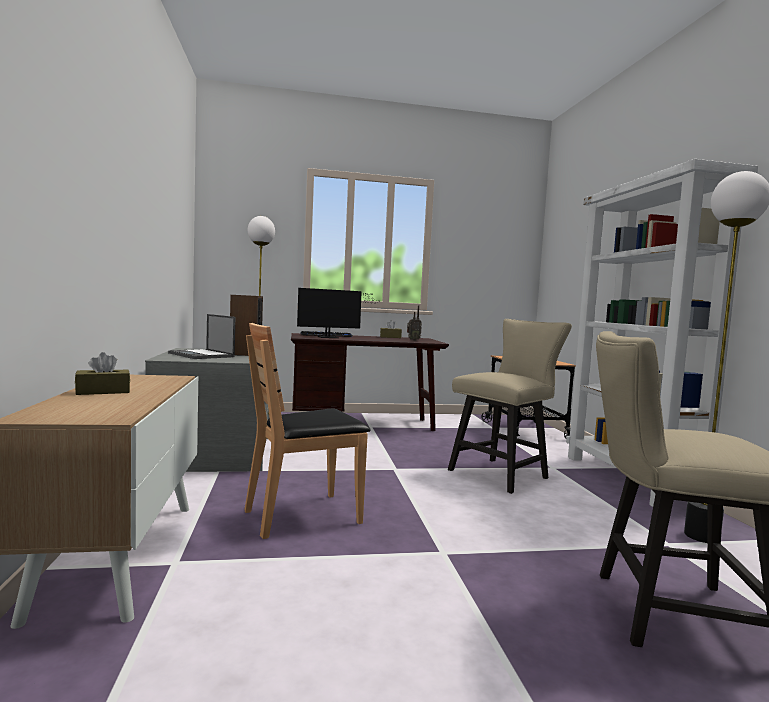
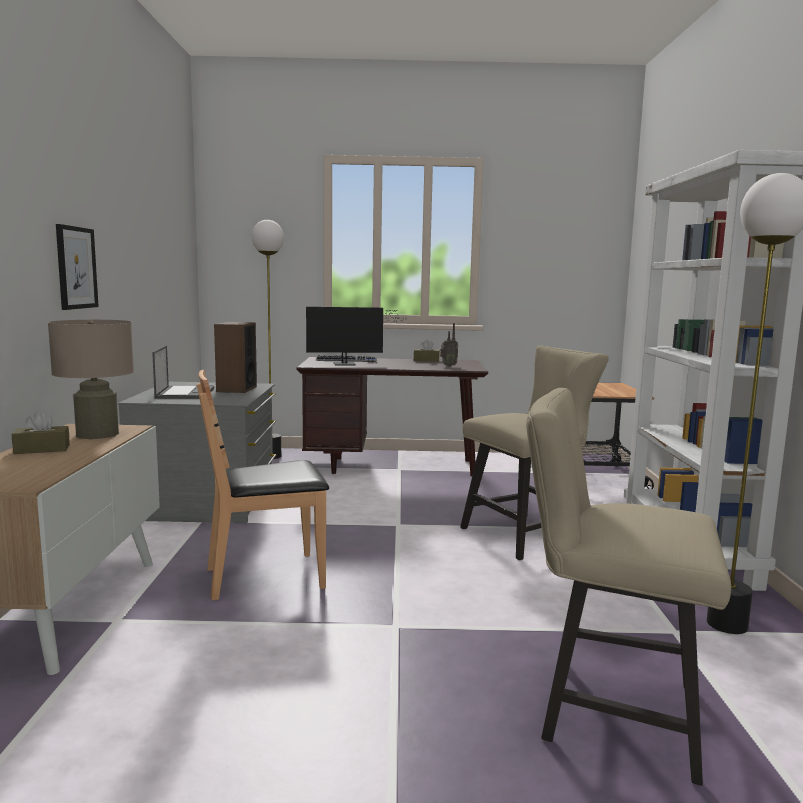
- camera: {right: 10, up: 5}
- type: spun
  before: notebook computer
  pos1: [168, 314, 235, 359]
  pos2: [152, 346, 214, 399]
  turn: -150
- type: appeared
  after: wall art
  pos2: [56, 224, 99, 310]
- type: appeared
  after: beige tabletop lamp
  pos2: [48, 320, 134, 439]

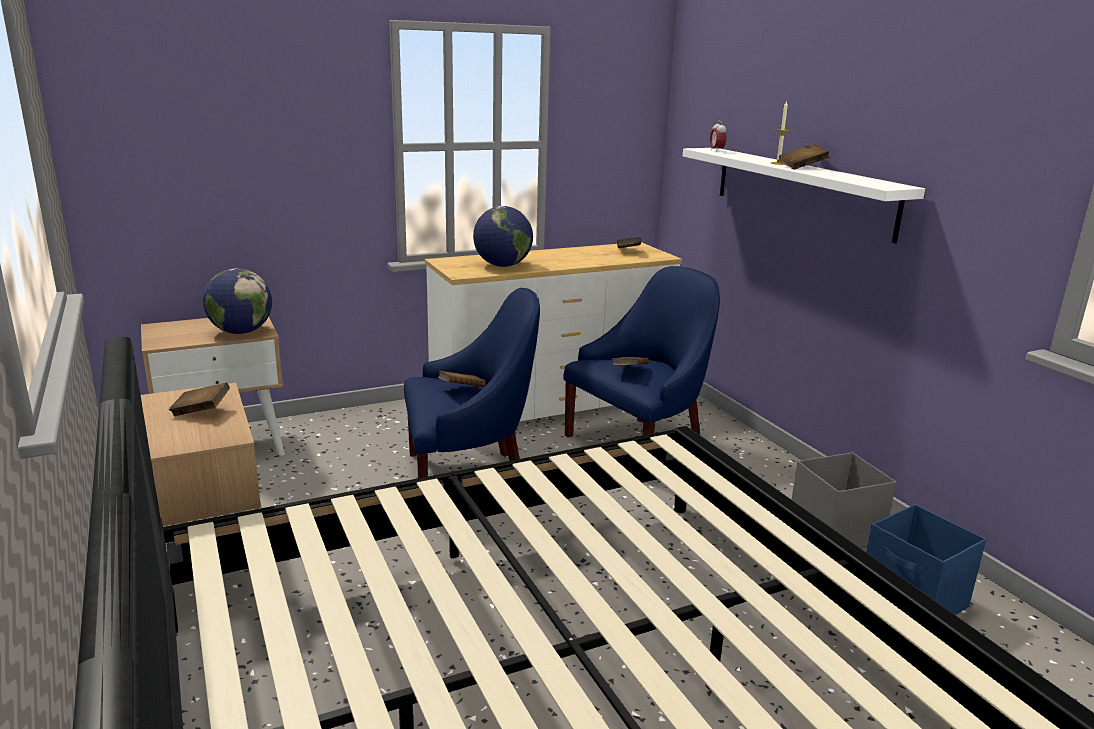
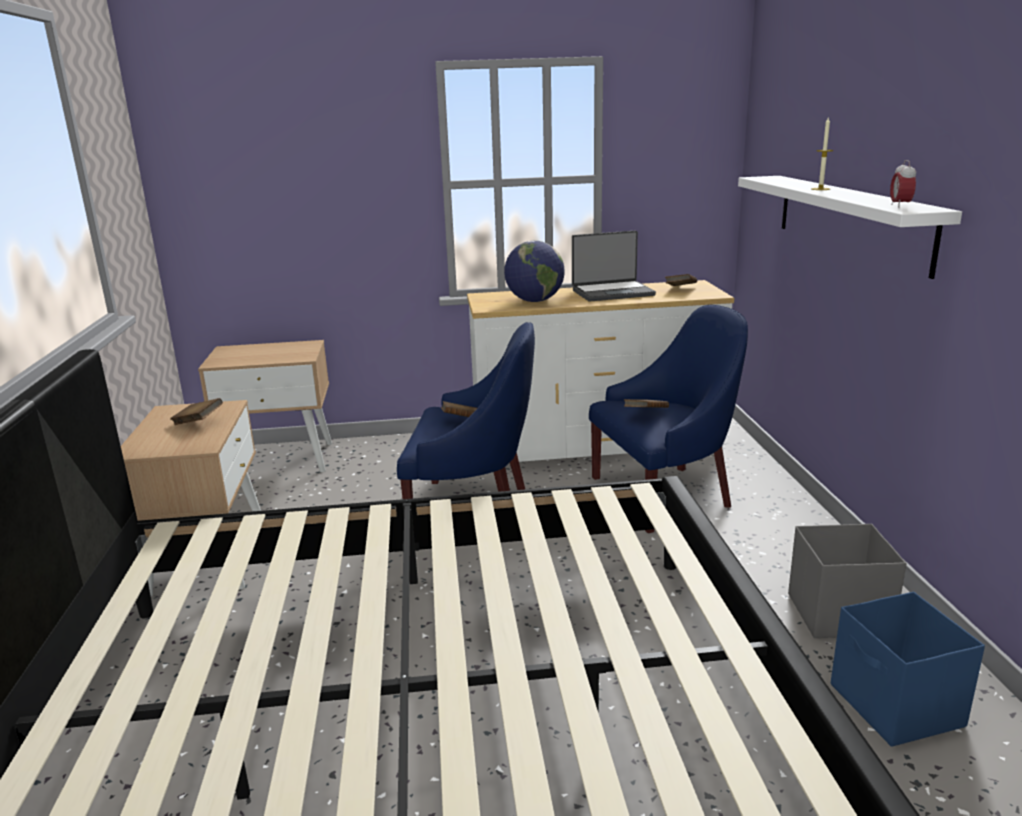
- camera: {right: 20, up: 0}
- type: relocated
  before: table clock
  pos1: [710, 121, 726, 152]
  pos2: [890, 160, 916, 207]
- type: missing
  before: brown-coloured volume
  pos1: [779, 144, 830, 169]
- type: missing
  before: globe
  pos1: [203, 268, 272, 334]
- type: appeared
  after: notebook computer
  pos2: [572, 231, 656, 301]

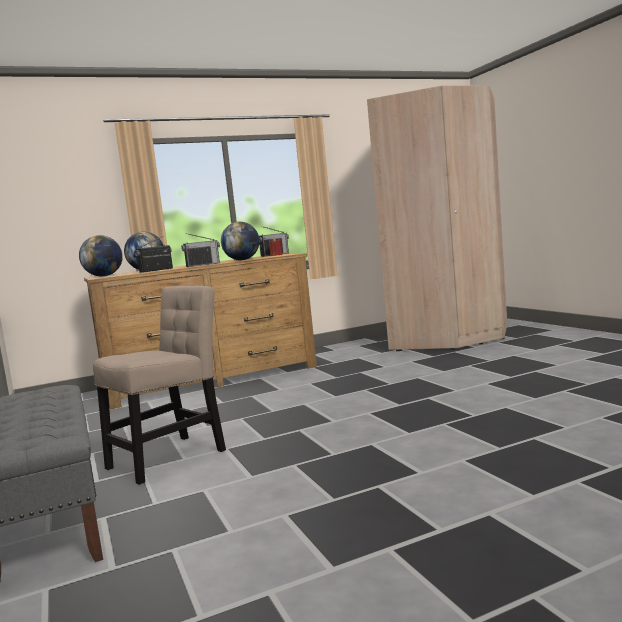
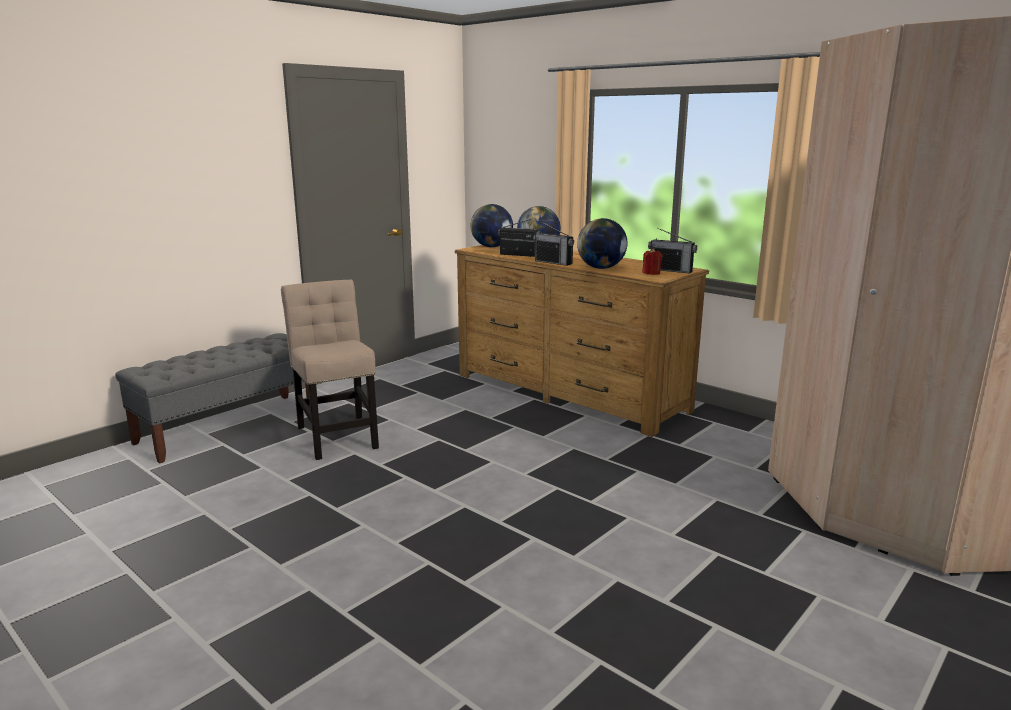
- camera: {right: 65, up: 10}
- type: spun
  before: beige plain chair
  pos1: [93, 286, 226, 485]
  pos2: [281, 280, 379, 460]
  turn: -135

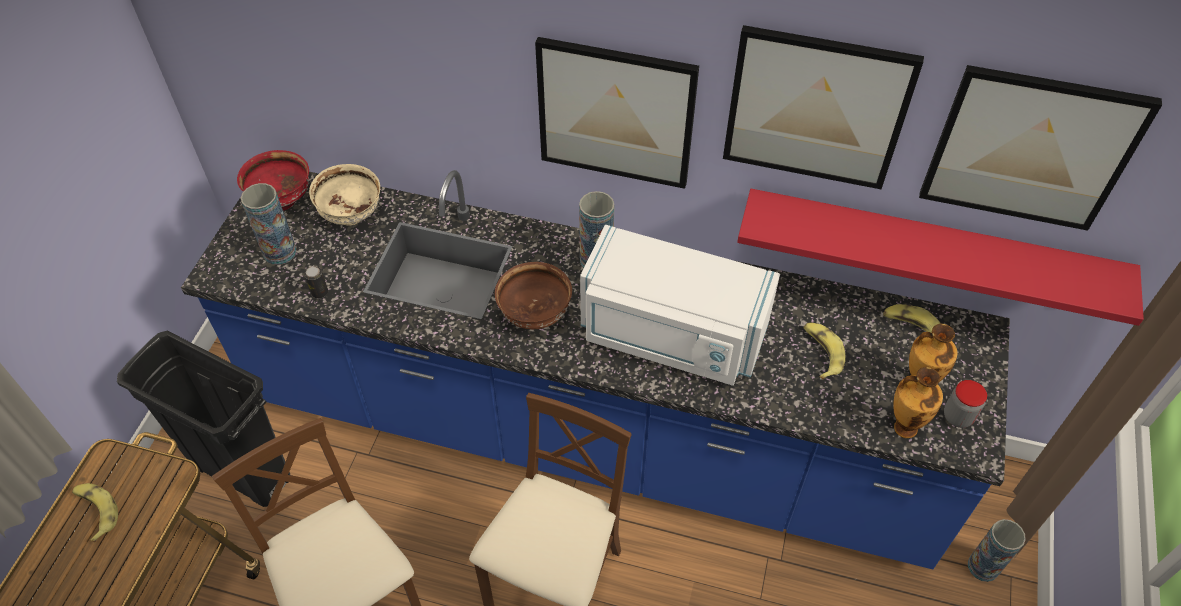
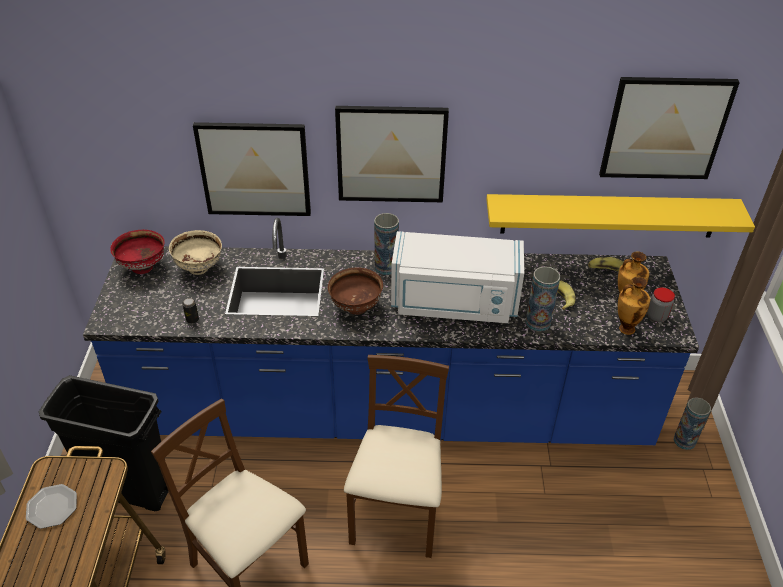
- camera: {right: -15, up: -10}
- type: relocated
  before: wall art
  pos1: [723, 25, 924, 189]
  pos2: [193, 122, 311, 216]
- type: relocated
  before: flower vase
  pos1: [241, 183, 297, 265]
  pos2: [525, 266, 560, 332]
- type: colour
  before: reddish bracket shelf
  after: yellow-coloured bracket shelf
  pos1: [737, 189, 1144, 326]
  pos2: [486, 194, 755, 238]
- type: exchanged
  before: banana fruit
  after: plate
  pos1: [72, 483, 118, 542]
  pos2: [26, 484, 77, 529]

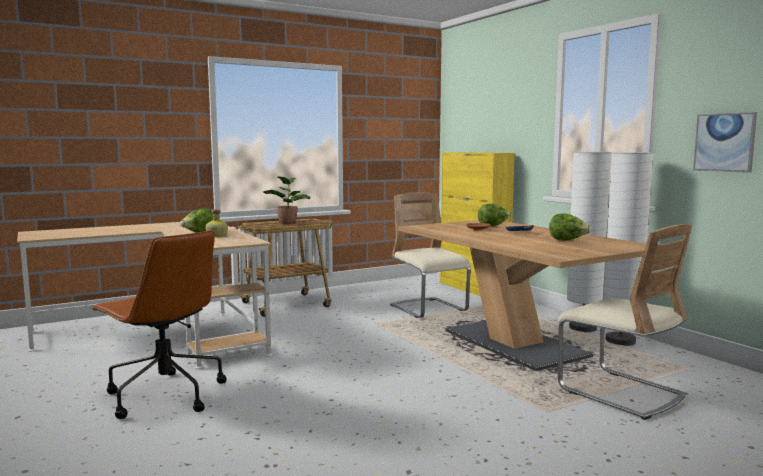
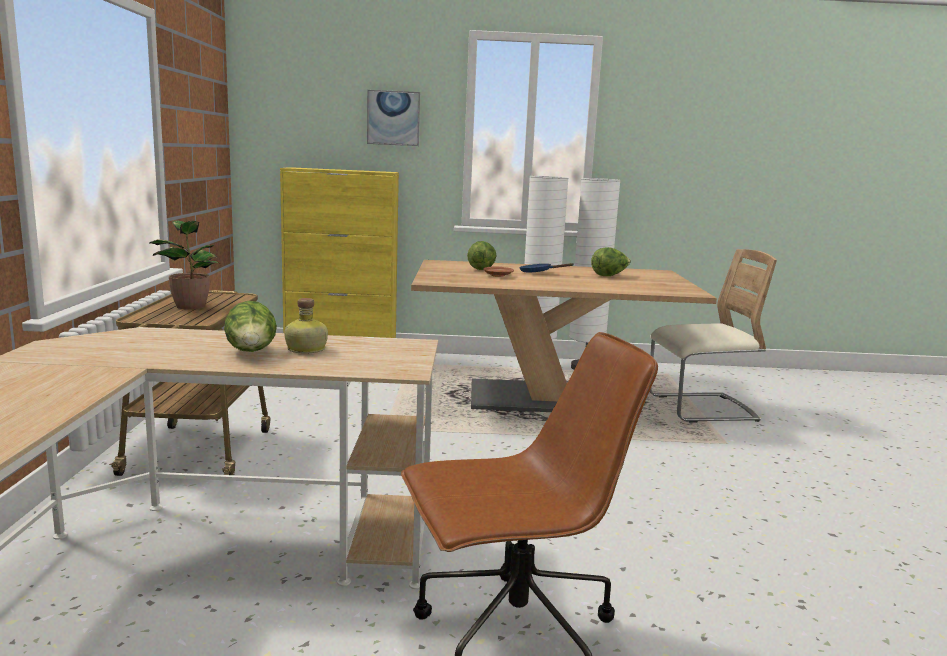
- camera: {right: -60, up: 5}
- type: relocated
  before: wall art
  pos1: [693, 112, 757, 173]
  pos2: [367, 90, 420, 146]
- type: missing
  before: beige plain chair
  pos1: [390, 192, 471, 318]

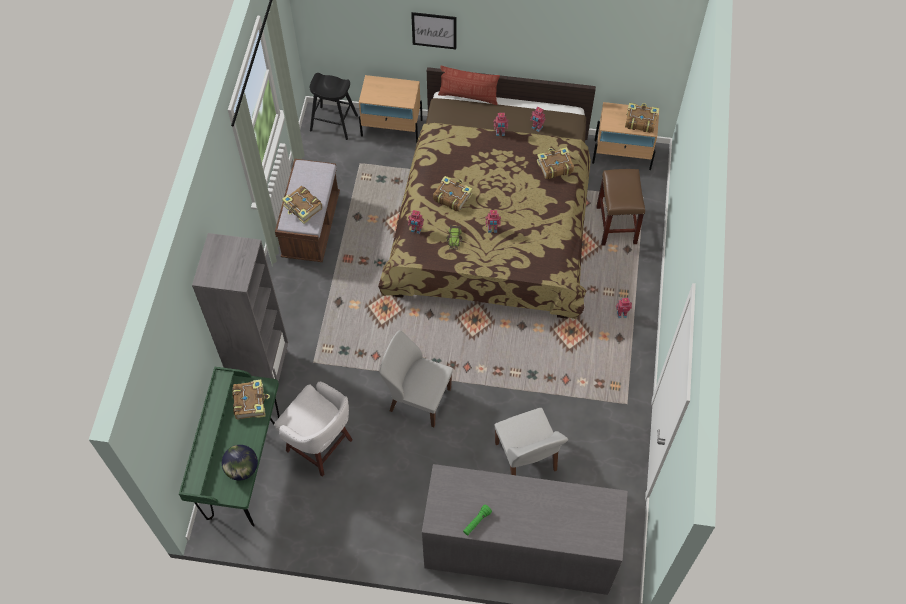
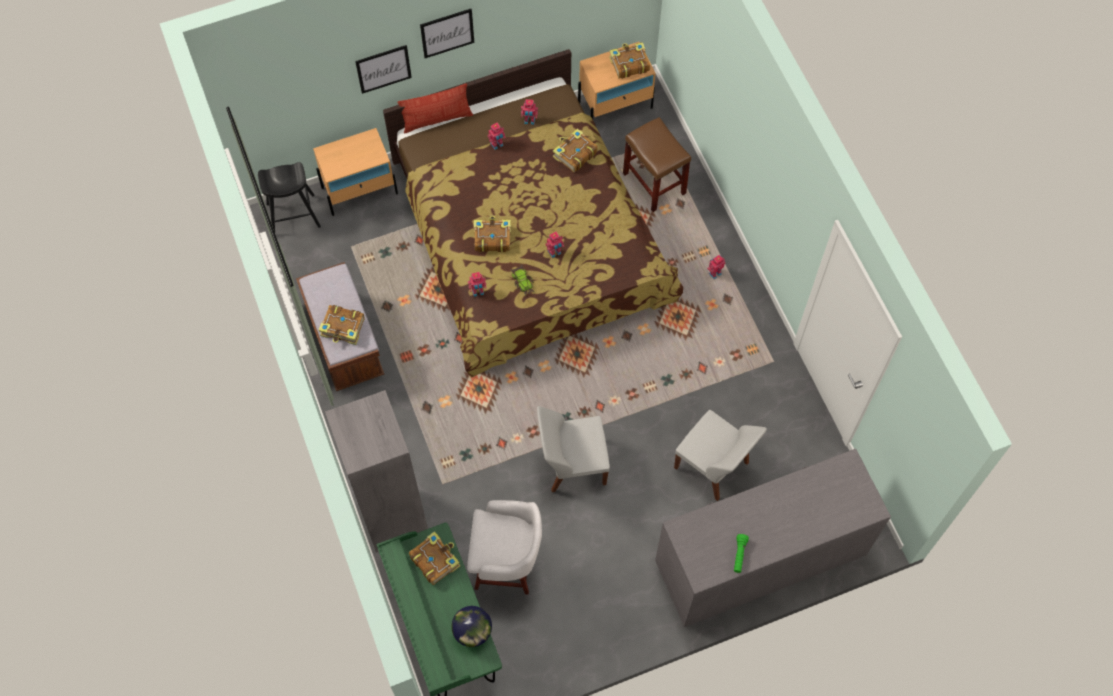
- camera: {right: -30, up: 5}
- type: appeared
  after: wall art
  pos2: [420, 9, 474, 58]

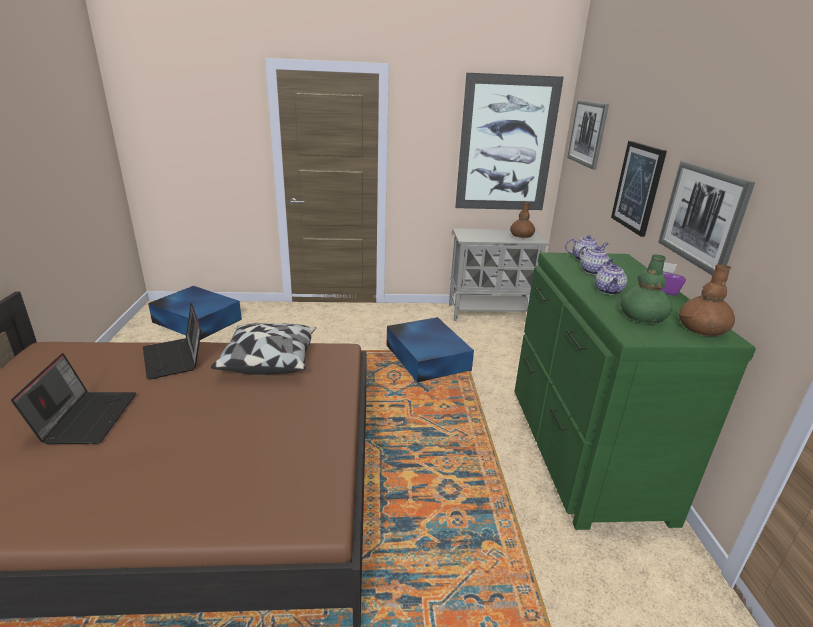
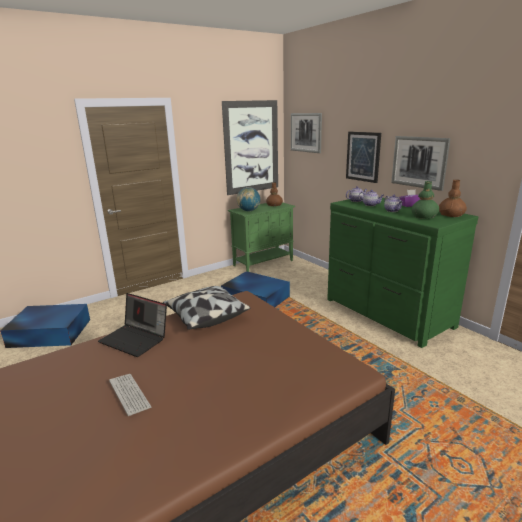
- camera: {right: -30, up: -5}
- type: colour
  before: greyish cupboard
  after: green-coloured cupboard
  pos1: [449, 228, 550, 321]
  pos2: [228, 203, 295, 272]
- type: exchanged
  before: notebook computer
  after: computer keyboard
  pos1: [11, 353, 136, 444]
  pos2: [109, 374, 151, 416]
- type: appeared
  after: globe
  pos2: [237, 187, 260, 212]

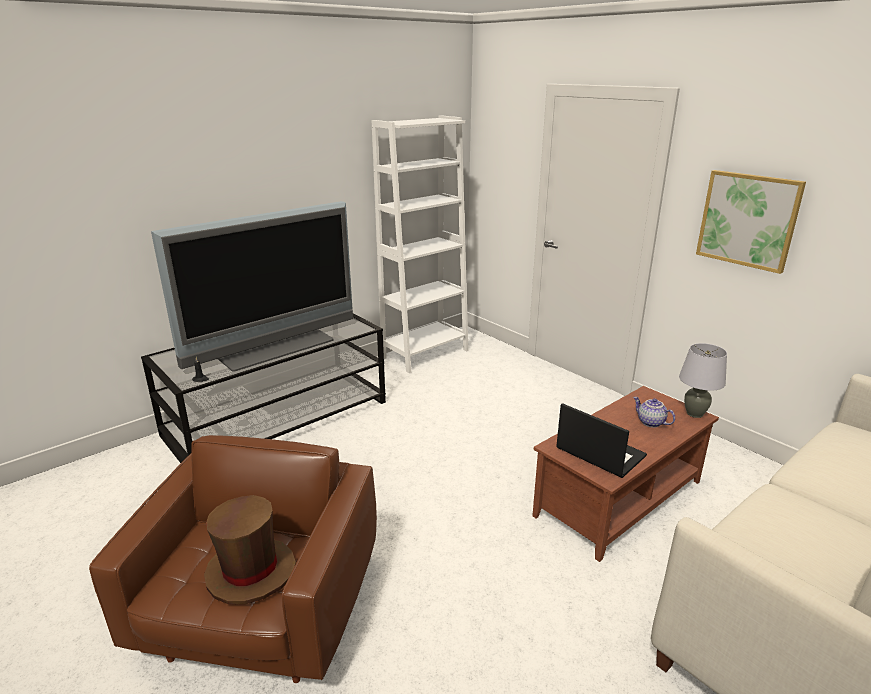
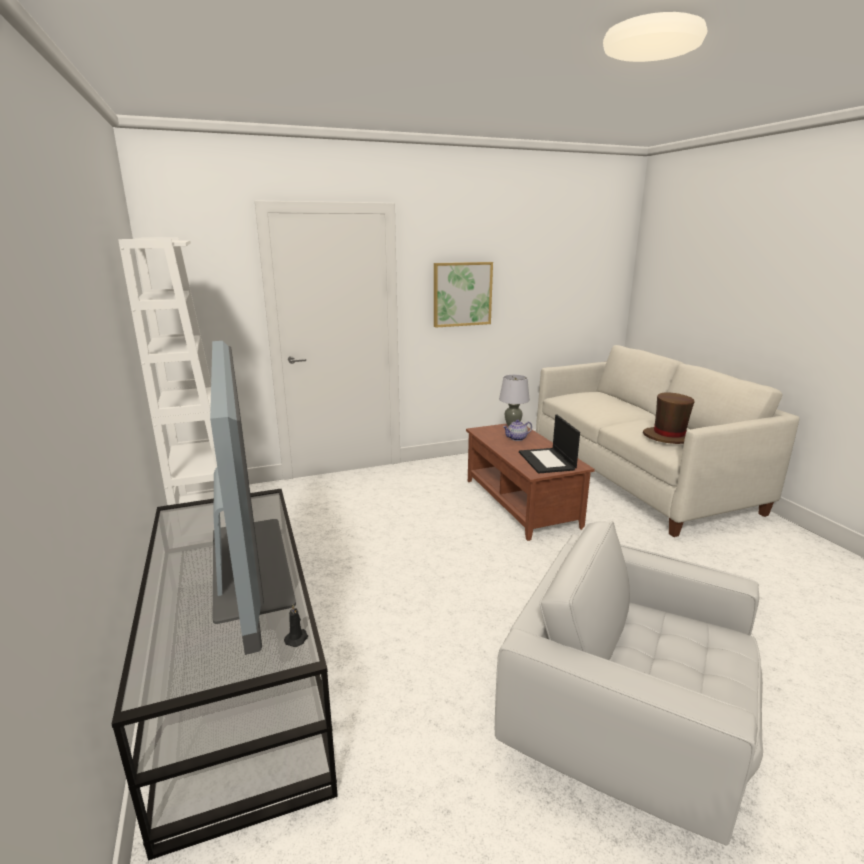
- camera: {right: -70, up: -5}
- type: spun
  before: notebook computer
  pos1: [556, 403, 647, 478]
  pos2: [519, 414, 580, 474]
  turn: -75
- type: colour
  before: brown-coloured lounge chair
  after: white lounge chair
  pos1: [89, 435, 377, 683]
  pos2: [495, 521, 763, 845]
- type: relocated
  before: brown-coloured hat
  pos1: [204, 495, 296, 604]
  pos2: [643, 392, 695, 444]

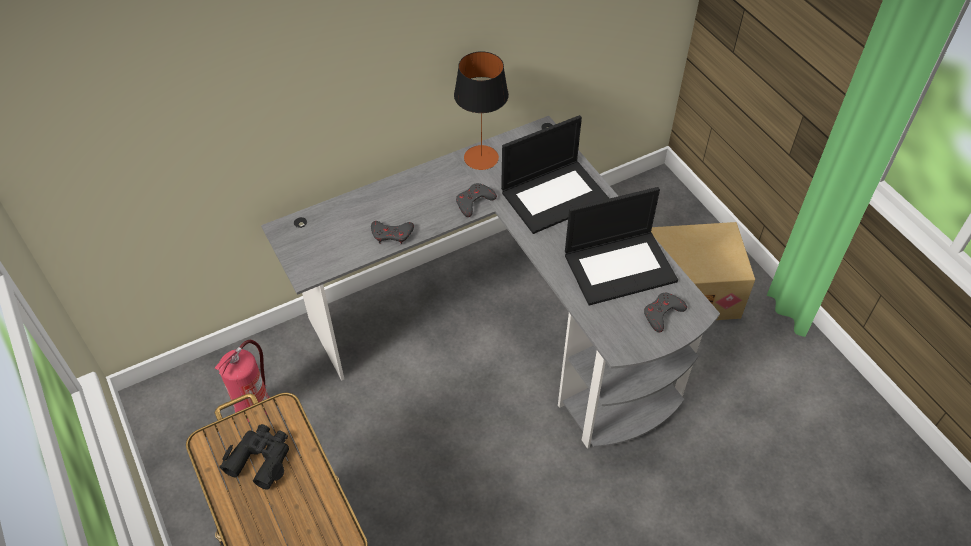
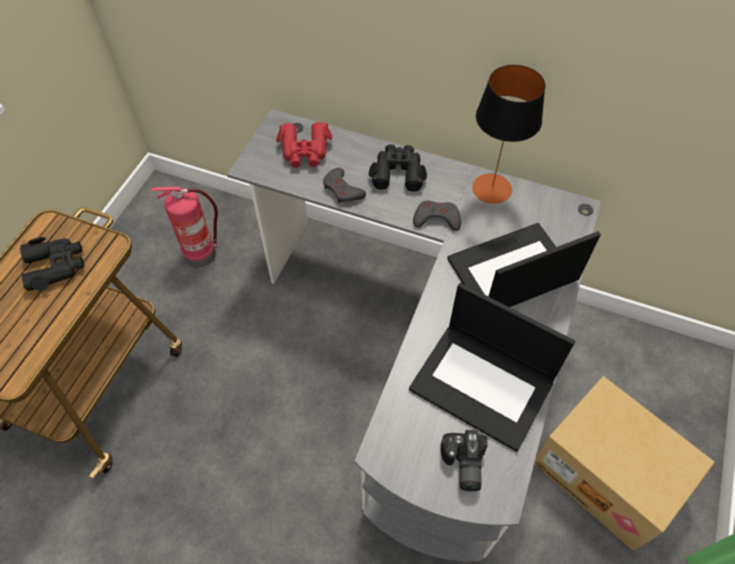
- camera: {right: 50, up: 5}
- type: spun
  before: notebook computer
  pos1: [501, 115, 610, 234]
  pos2: [447, 223, 601, 307]
  turn: 135
- type: exchanged
  before: greyish game controller
  after: still camera
  pos1: [644, 293, 687, 333]
  pos2: [441, 430, 487, 491]
- type: appeared
  after: reddish field glasses
  pos2: [276, 122, 332, 168]
- type: appeared
  after: black-coloured field glasses
  pos2: [369, 144, 427, 191]

